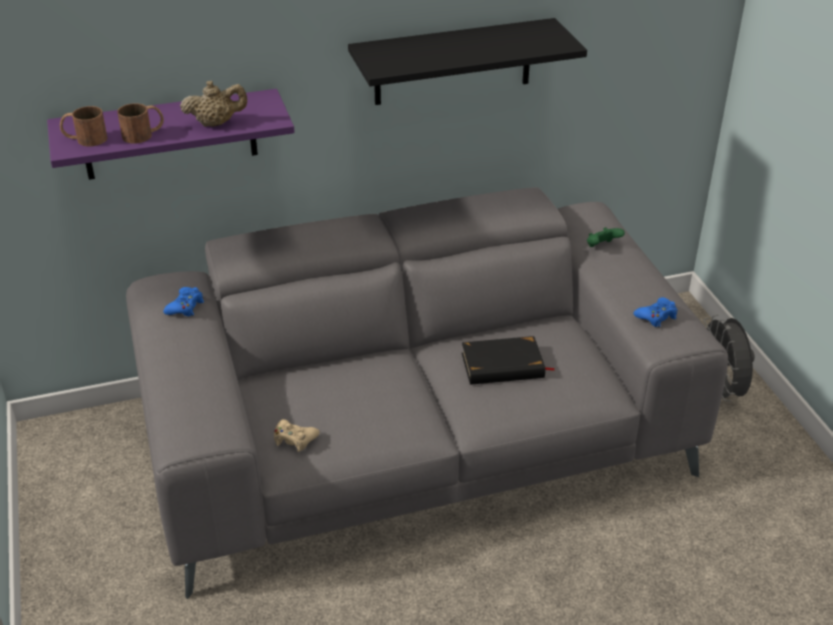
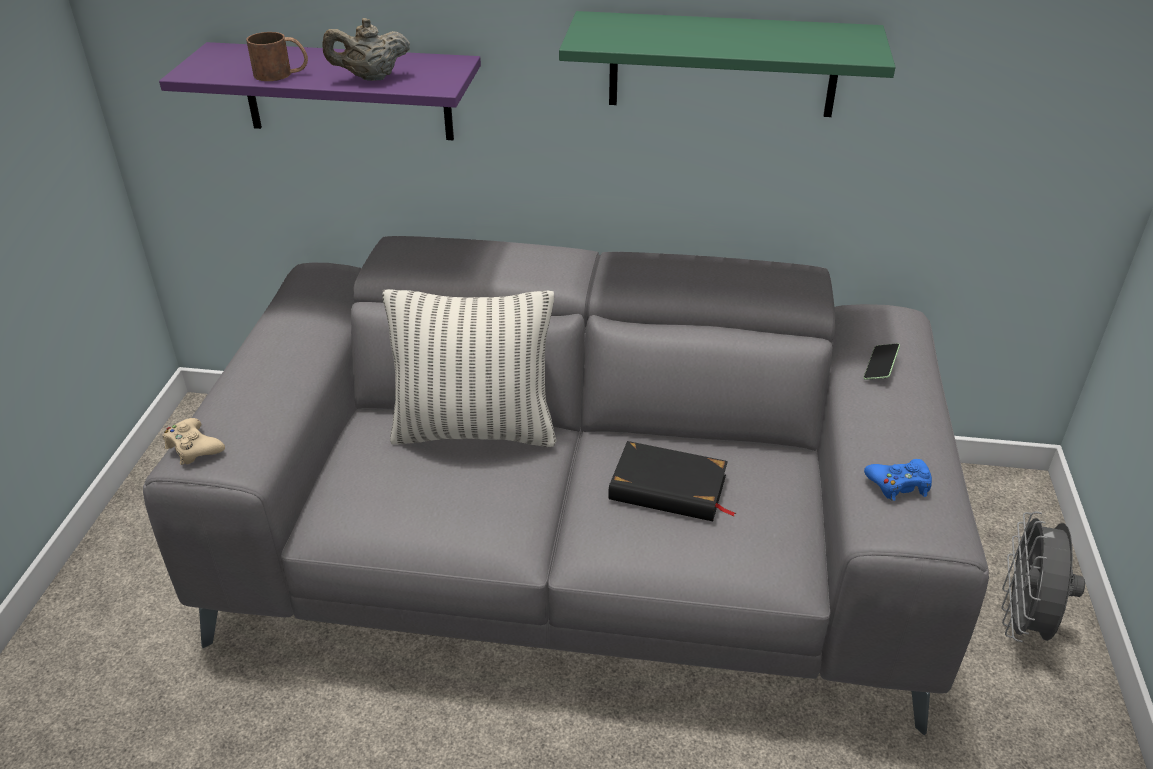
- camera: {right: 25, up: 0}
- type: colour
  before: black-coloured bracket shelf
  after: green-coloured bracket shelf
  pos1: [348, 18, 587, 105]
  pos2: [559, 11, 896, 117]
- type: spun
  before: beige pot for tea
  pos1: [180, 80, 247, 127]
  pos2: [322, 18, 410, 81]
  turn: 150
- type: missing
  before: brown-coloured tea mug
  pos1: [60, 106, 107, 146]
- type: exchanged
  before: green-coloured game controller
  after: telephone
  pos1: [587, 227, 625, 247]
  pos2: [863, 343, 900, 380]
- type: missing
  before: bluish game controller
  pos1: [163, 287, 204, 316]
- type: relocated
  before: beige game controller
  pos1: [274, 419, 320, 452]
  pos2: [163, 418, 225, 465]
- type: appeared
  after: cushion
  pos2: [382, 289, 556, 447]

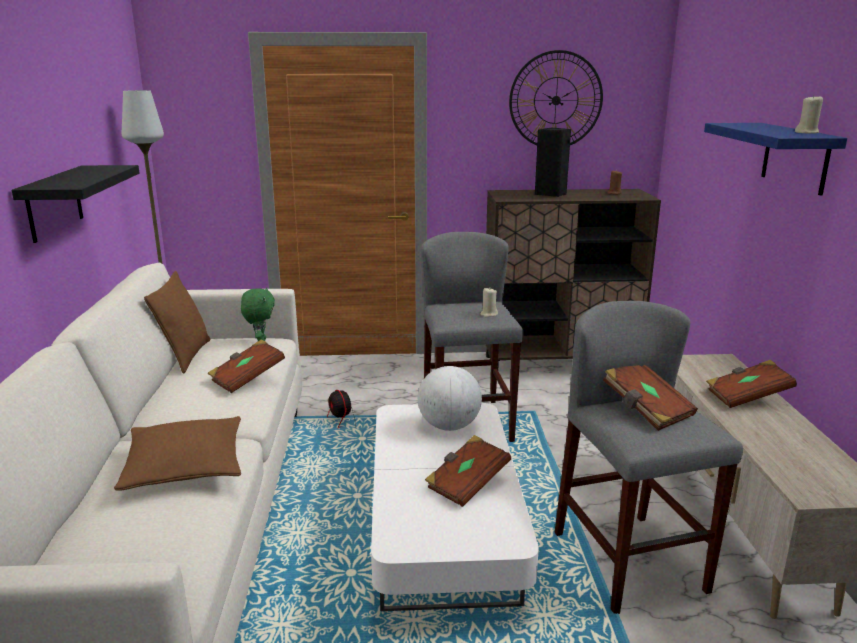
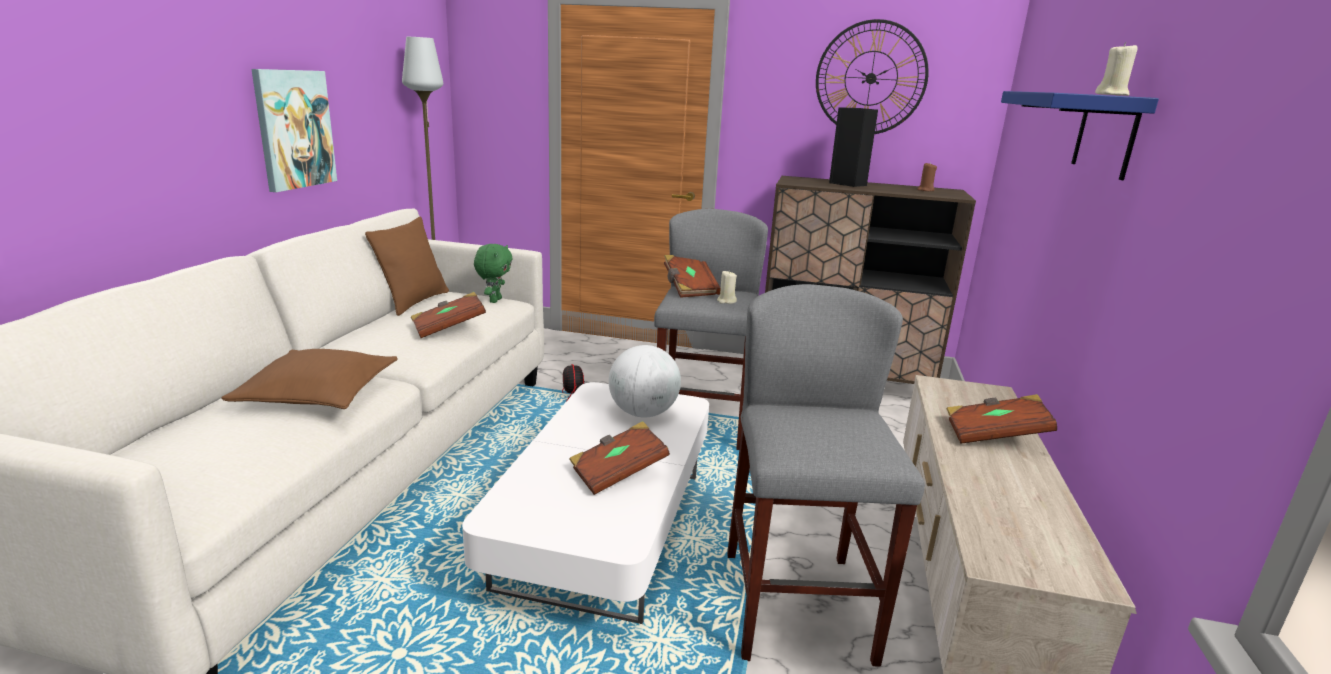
- camera: {right: 15, up: 0}
- type: exchanged
  before: black-coloured bracket shelf
  after: wall art
  pos1: [12, 165, 139, 243]
  pos2: [251, 69, 337, 192]
- type: relocated
  before: brown-coloured volume
  pos1: [603, 365, 698, 431]
  pos2: [664, 255, 721, 298]

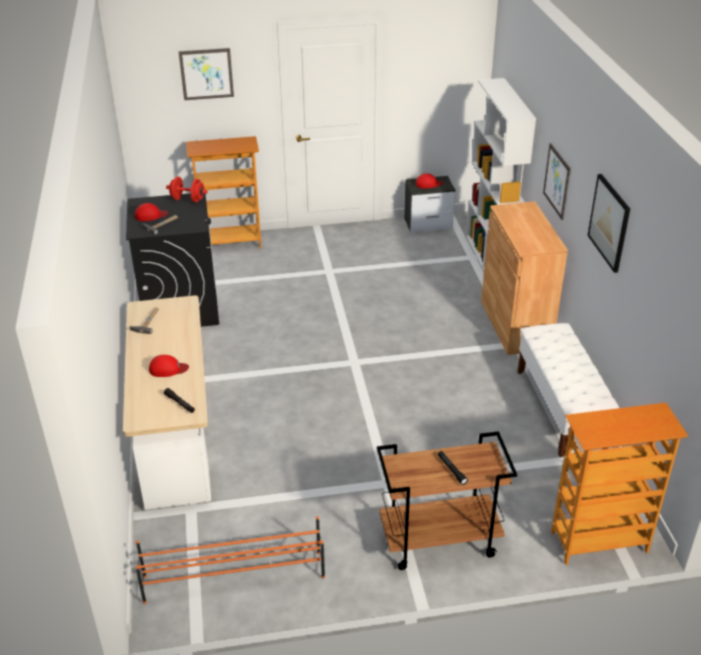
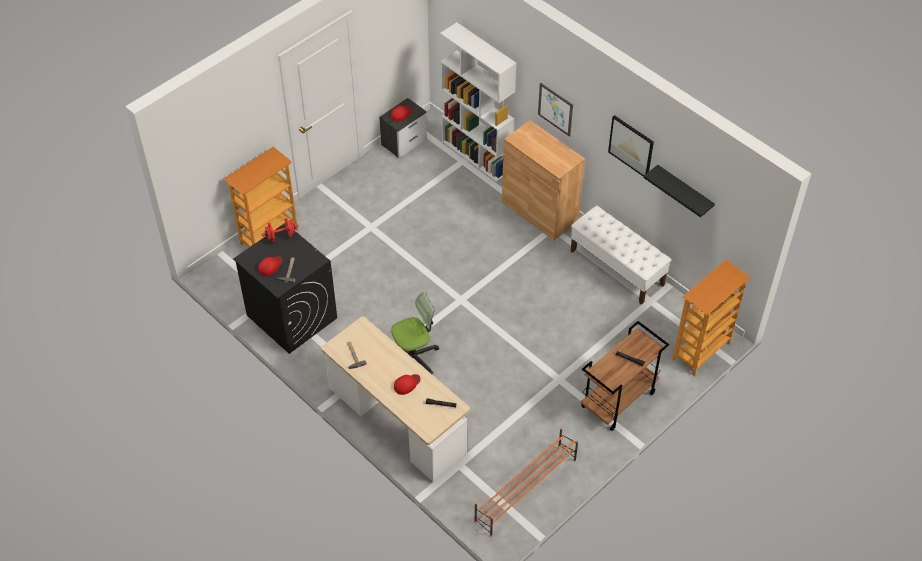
- camera: {right: -35, up: 15}
- type: missing
  before: wall art
  pos1: [179, 48, 234, 100]
- type: appeared
  after: black-coloured bracket shelf
  pos2: [643, 165, 715, 217]
- type: appeared
  after: office chair
  pos2: [391, 292, 439, 374]

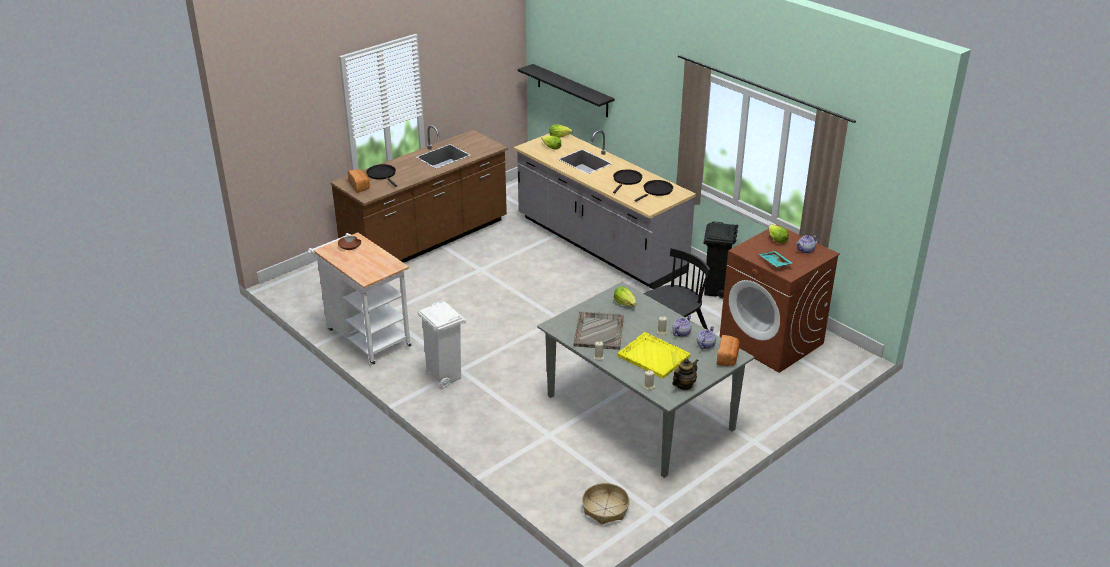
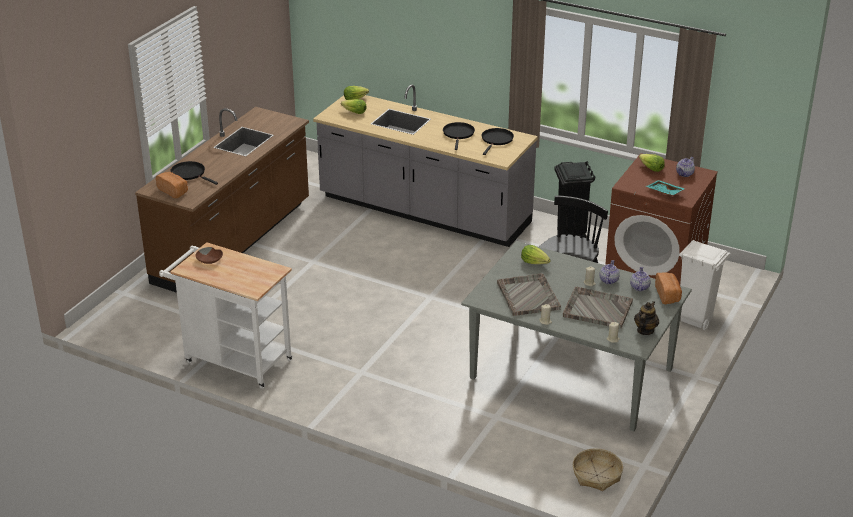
- camera: {right: -20, up: 0}
- type: missing
  before: black-coloured bracket shelf
  pos1: [518, 64, 615, 117]
- type: relocated
  before: white waste bin
  pos1: [417, 301, 466, 388]
  pos2: [679, 240, 730, 330]
- type: colour
  before: yellow-coloured carrying tray
  after: greyish carrying tray
  pos1: [617, 332, 691, 378]
  pos2: [563, 287, 633, 329]

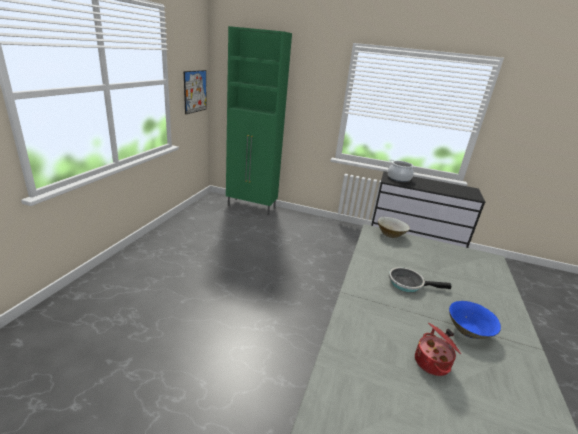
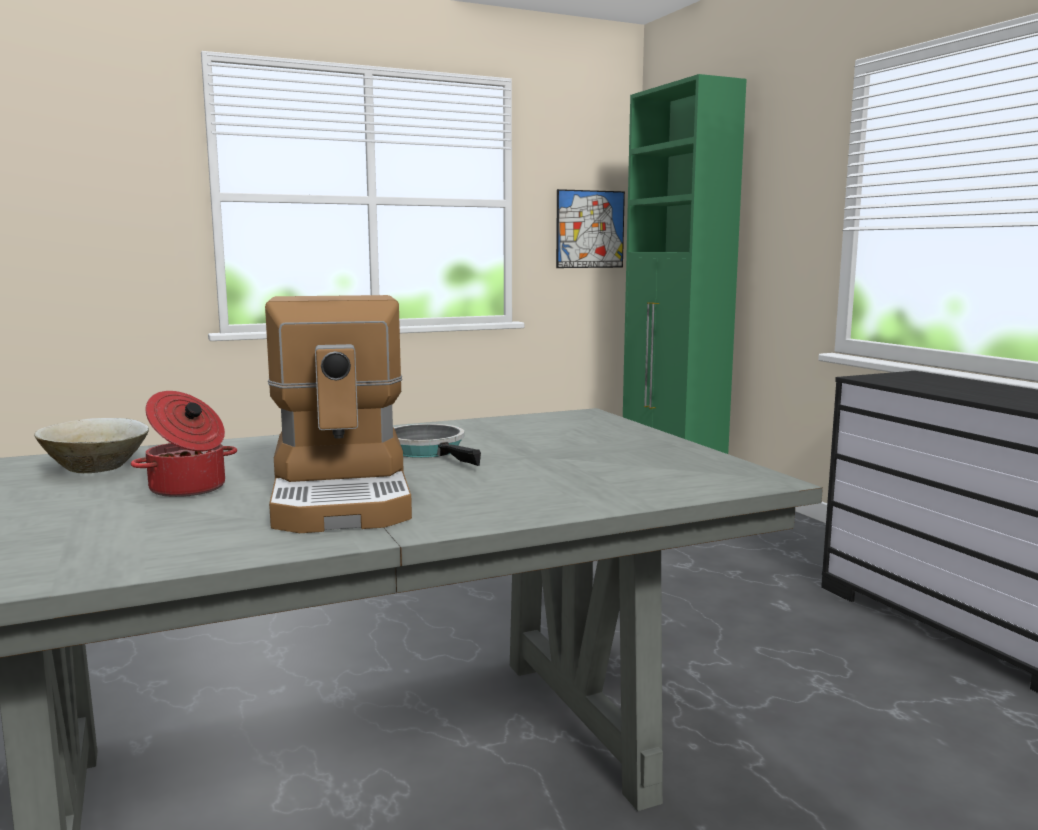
- camera: {right: 50, up: -15}
- type: missing
  before: stockpot
  pos1: [388, 160, 416, 182]
- type: relocated
  before: beige bowl
  pos1: [378, 217, 410, 238]
  pos2: [34, 418, 149, 473]
- type: exchanged
  before: bluish bowl
  after: coffee brewer
  pos1: [449, 301, 501, 339]
  pos2: [265, 295, 412, 533]

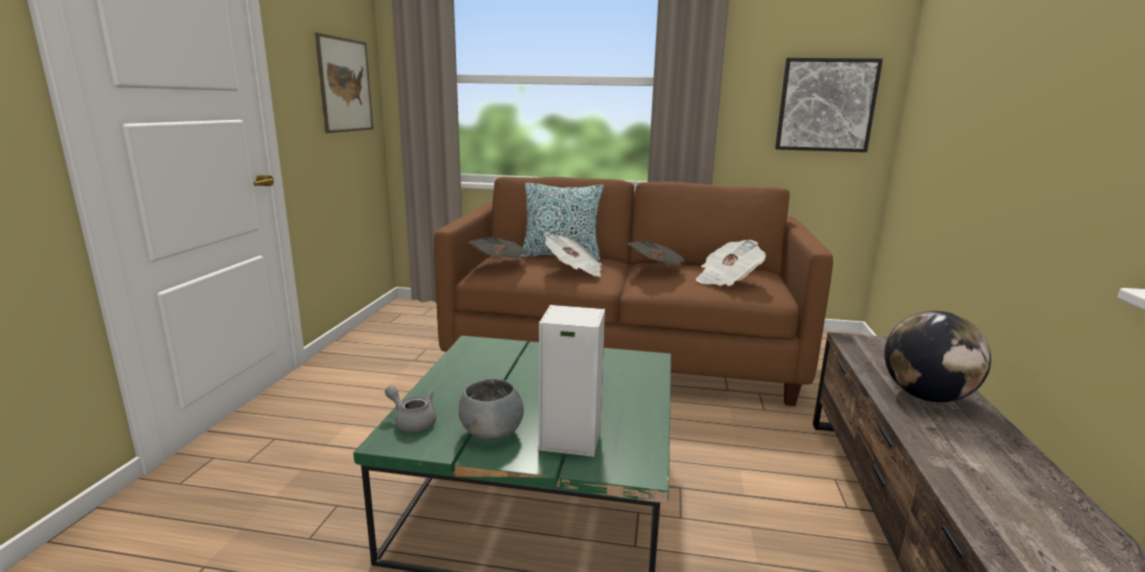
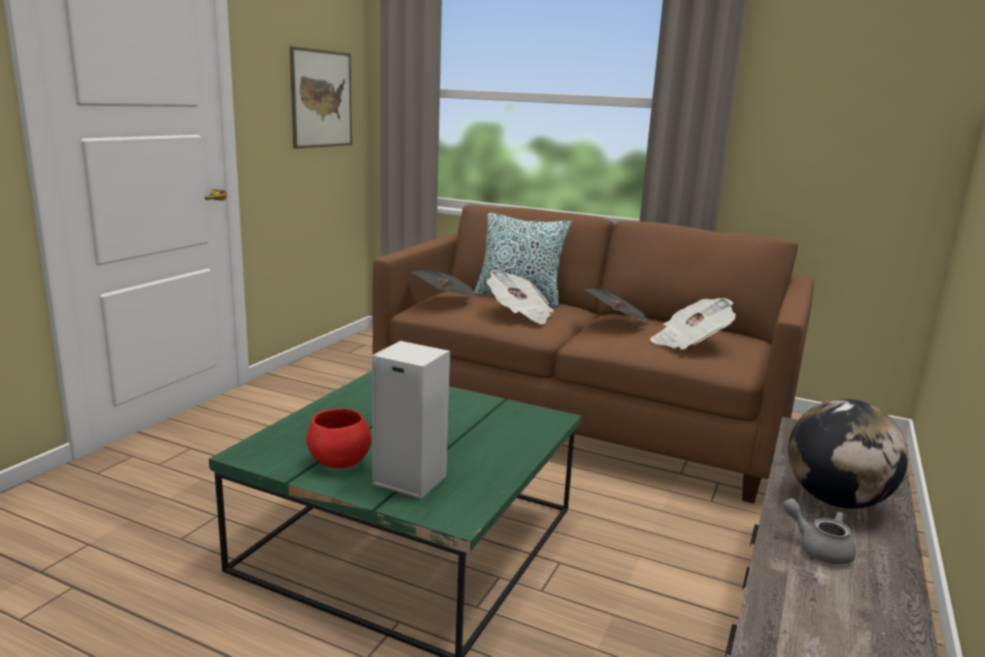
- camera: {right: 15, up: 0}
- type: missing
  before: wall art
  pos1: [775, 58, 883, 152]
- type: colour
  before: greyish bowl
  after: reddish bowl
  pos1: [459, 379, 524, 440]
  pos2: [306, 409, 371, 468]
- type: relocated
  before: greyish pot for tea
  pos1: [385, 386, 436, 432]
  pos2: [783, 498, 856, 565]

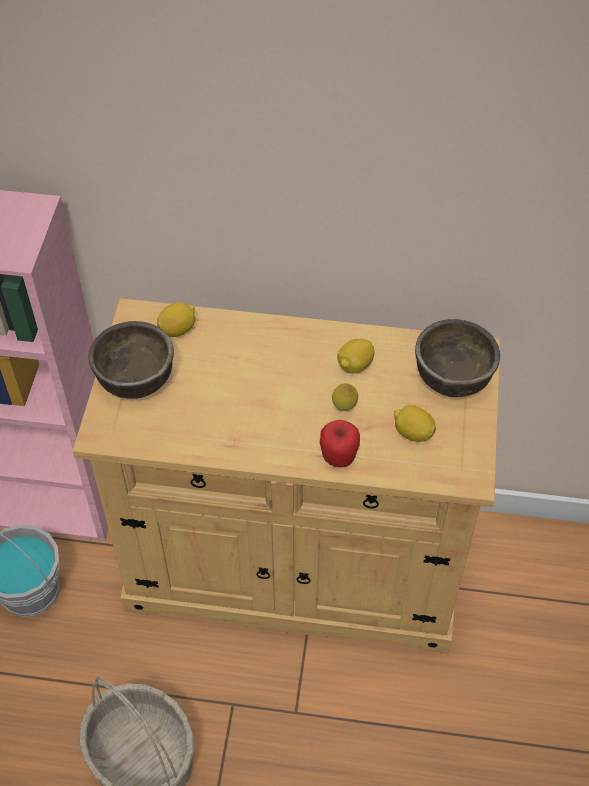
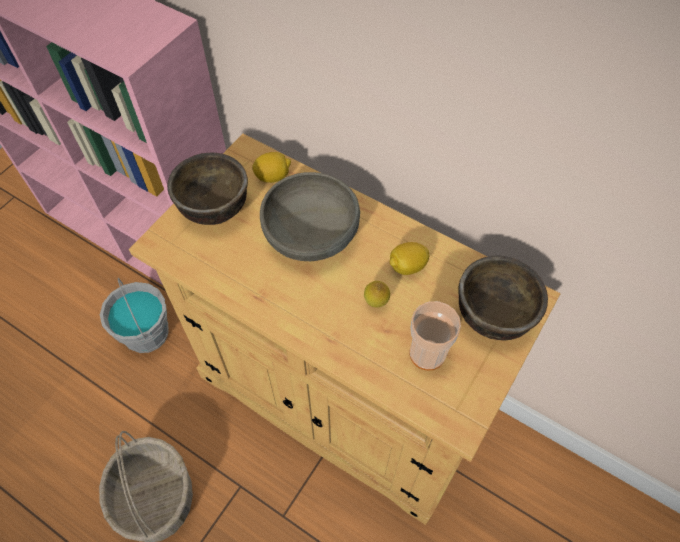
- camera: {right: 25, up: 5}
- type: exchanged
  before: citrus fruit
  after: cup
  pos1: [393, 405, 436, 442]
  pos2: [409, 301, 461, 370]
- type: missing
  before: whole apple
  pos1: [320, 420, 360, 468]
- type: appeared
  after: greyish bowl
  pos2: [260, 172, 360, 261]

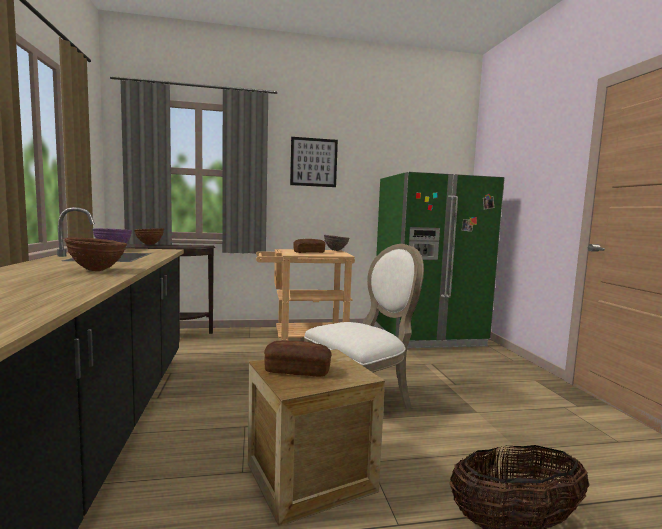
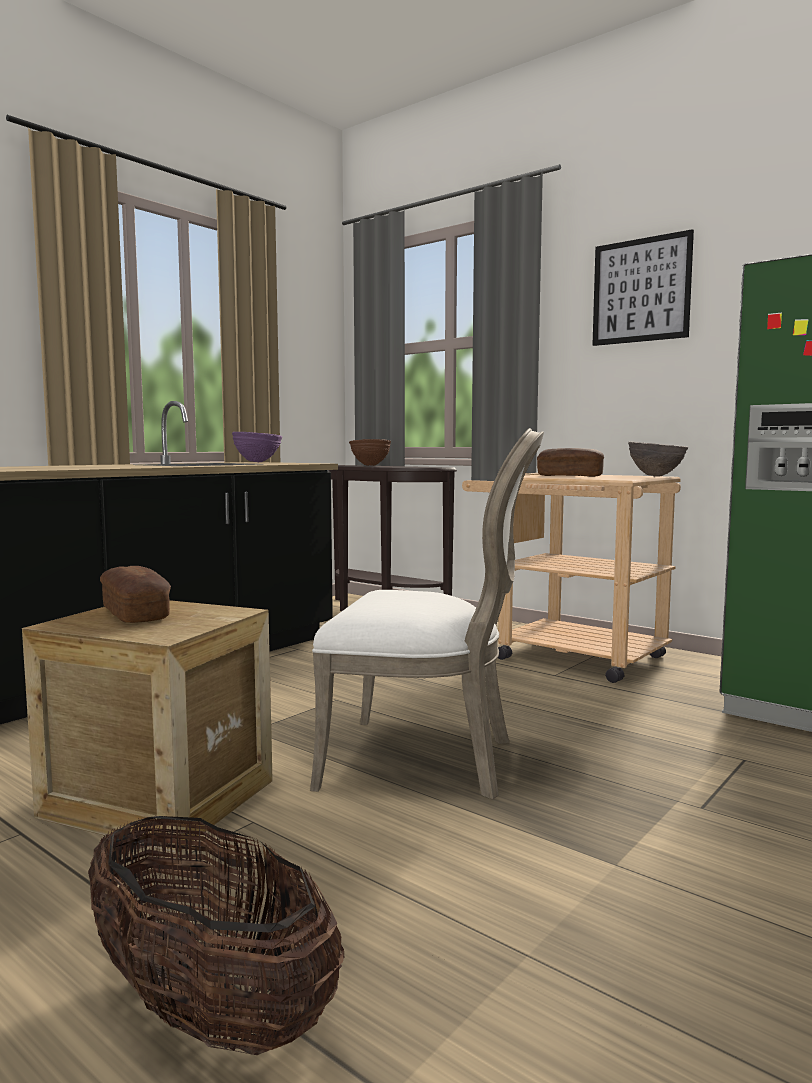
- camera: {right: 50, up: 0}
- type: missing
  before: brown-coloured bowl
  pos1: [65, 237, 127, 271]

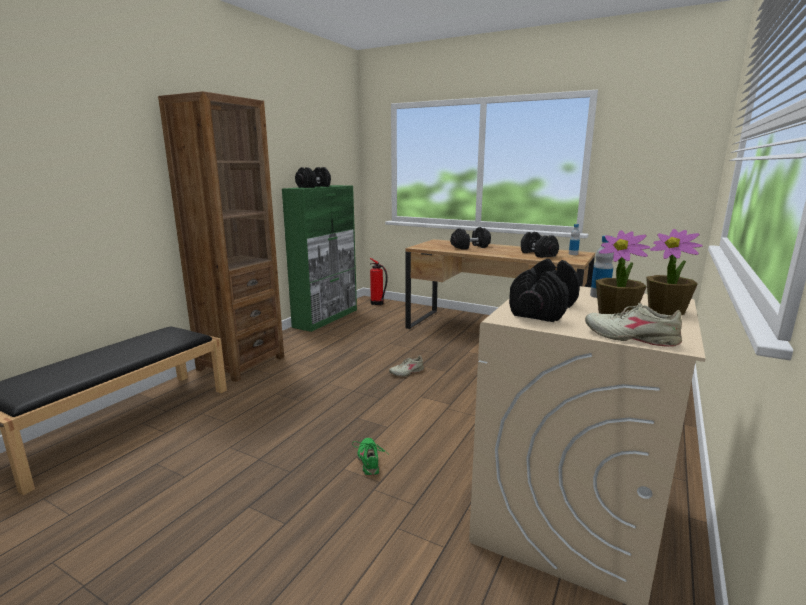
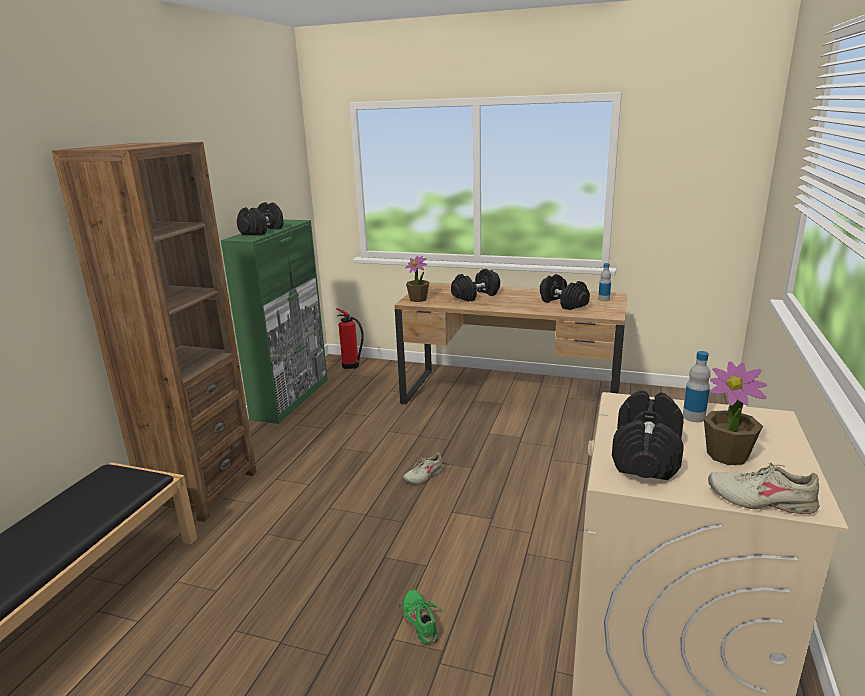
- camera: {right: -10, up: 5}
- type: relocated
  before: plant in a pot
  pos1: [646, 229, 702, 315]
  pos2: [405, 256, 429, 302]

